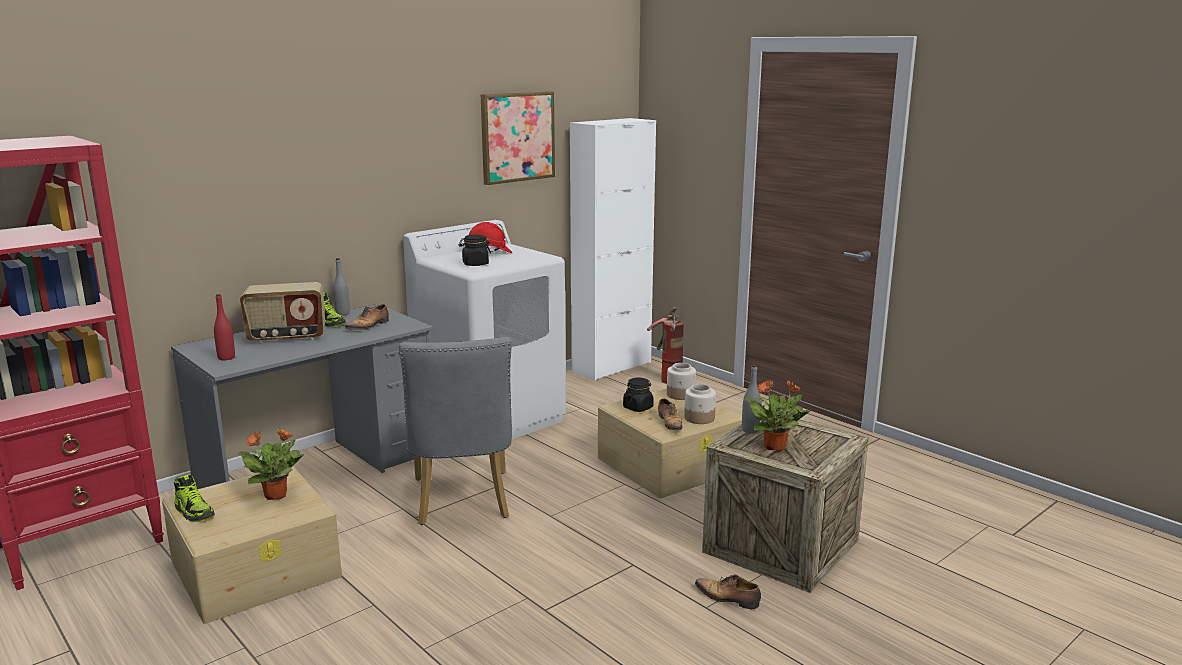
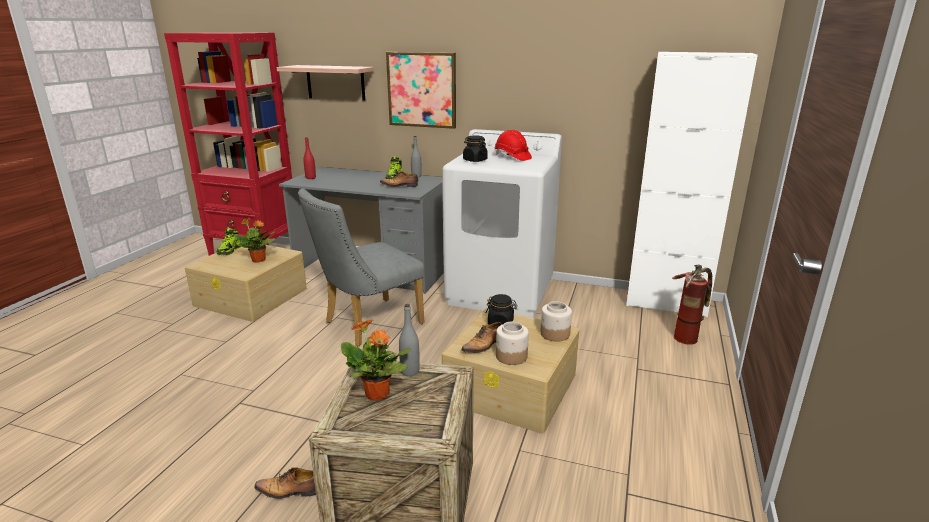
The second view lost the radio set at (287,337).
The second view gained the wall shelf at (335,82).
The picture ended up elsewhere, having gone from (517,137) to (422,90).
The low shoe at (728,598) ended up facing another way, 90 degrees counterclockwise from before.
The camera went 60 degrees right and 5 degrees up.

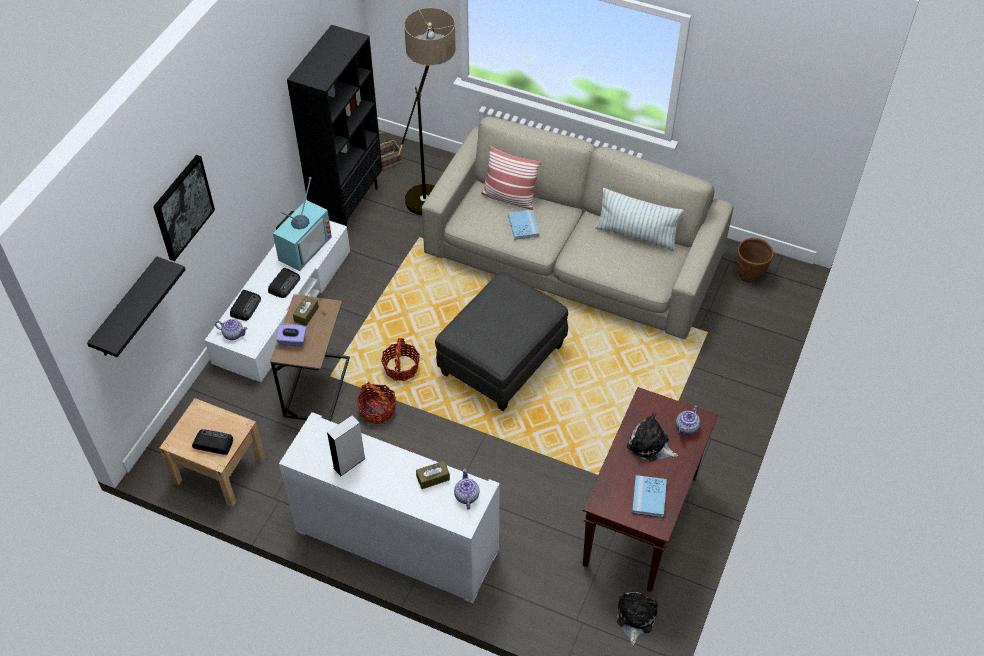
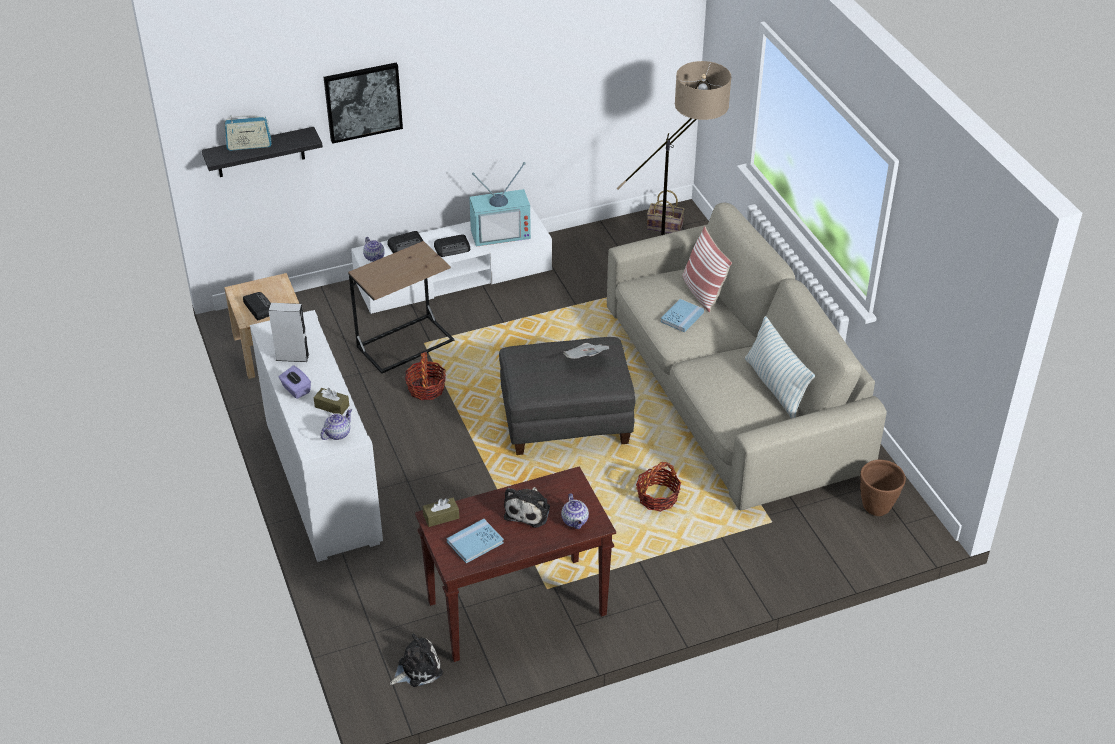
The second view lost the blackish bookcase at (347,204).
The second view gained the radio set at (249,146).
The second view gained the daily paper at (585,360).
The purple tissue box ended up elsewhere, having gone from (292,341) to (296,389).
The brown-coloured tissue box ended up elsewhere, having gone from (306,314) to (441,517).
The storage basket ended up elsewhere, having gone from (401,368) to (657,498).
The soft toy at (650,445) ended up facing another way, 150 degrees counterclockwise from before.
The tea pot at (686,428) ended up facing another way, 90 degrees counterclockwise from before.
The camera went 45 degrees right and 10 degrees down.

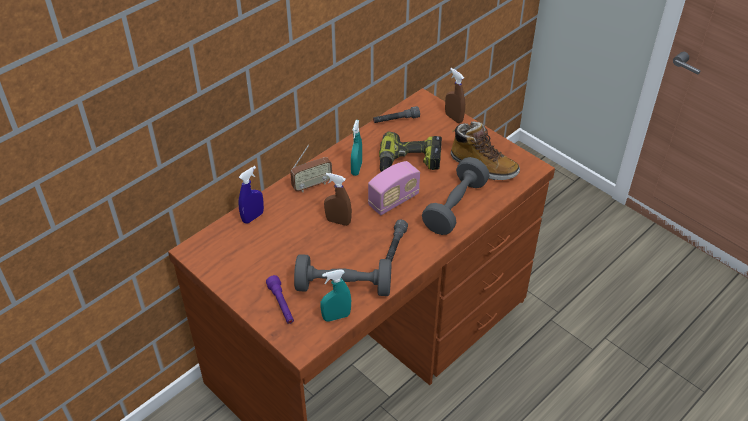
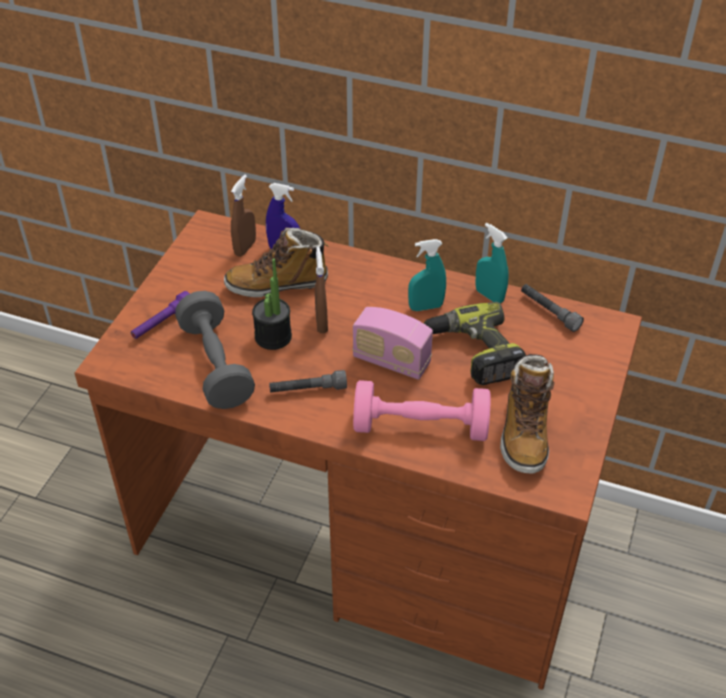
The second view lost the radio set at (312,185).
The second view gained the tall boot at (278,284).
The second view gained the potted plant at (273,337).
The turquoise sprayer ended up elsewhere, having gone from (336,316) to (489,296).
The brown-coloured sprayer ended up elsewhere, having gone from (453,118) to (245,248).
What was the grey dumbbell at (455,207) turned into the pink-coloured dumbbell at (420,427).
The camera went 65 degrees right and 0 degrees up.

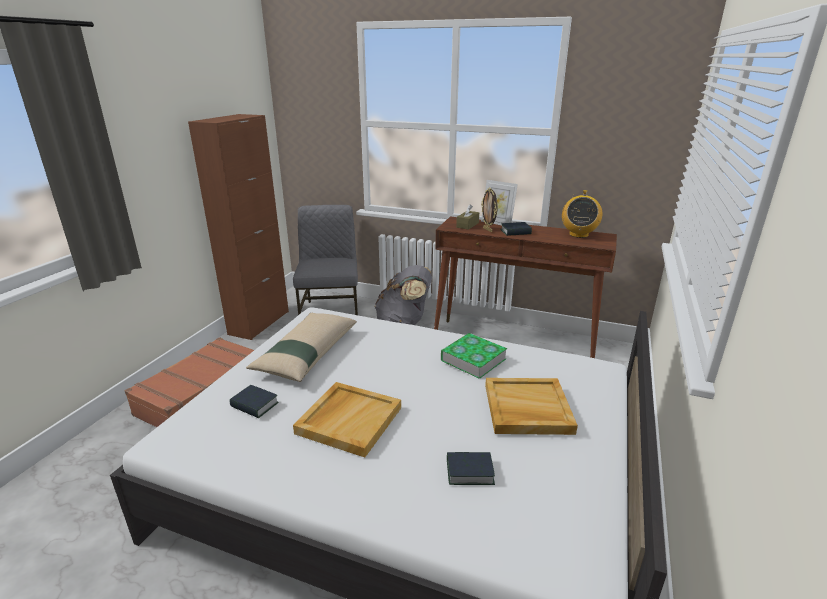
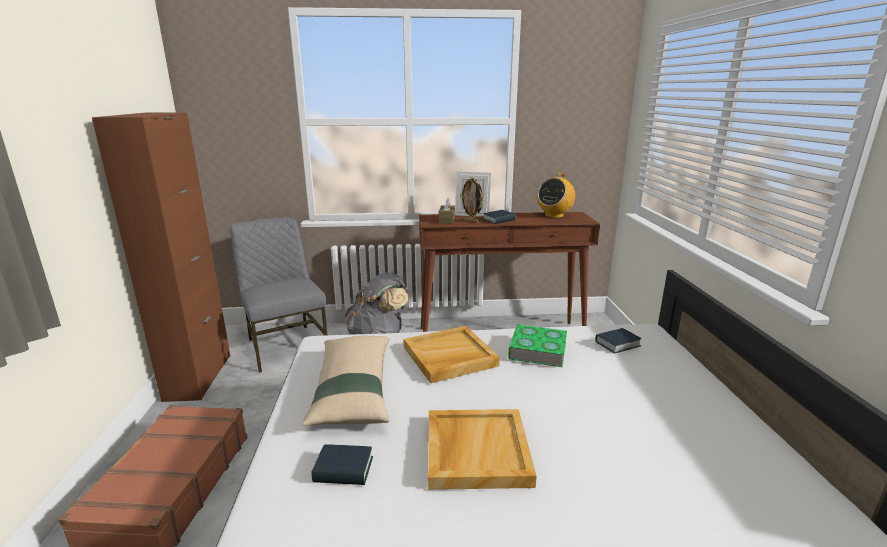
The book ended up elsewhere, having gone from (469,472) to (617,344).
The sand-coloured tray ended up elsewhere, having gone from (526,409) to (449,357).
The radio set at (578,234) ended up facing another way, 45 degrees clockwise from before.
The camera went 25 degrees left and 5 degrees down.

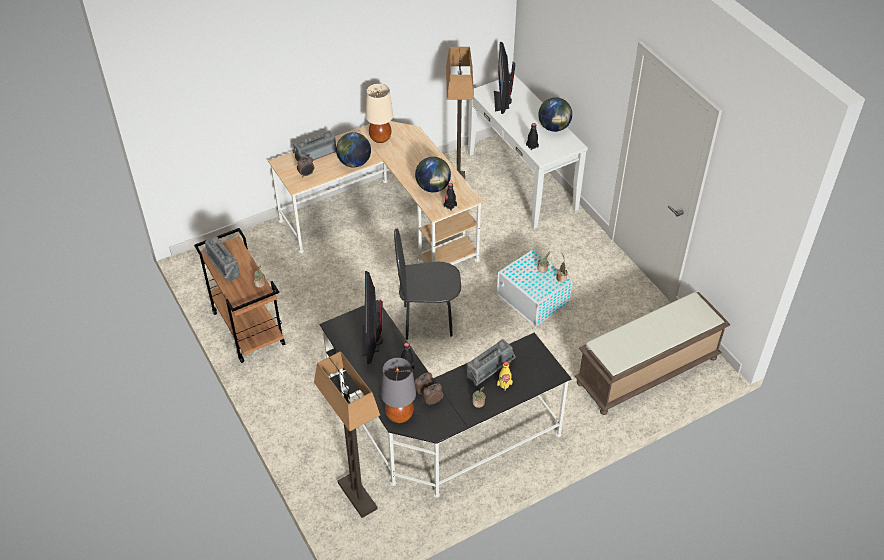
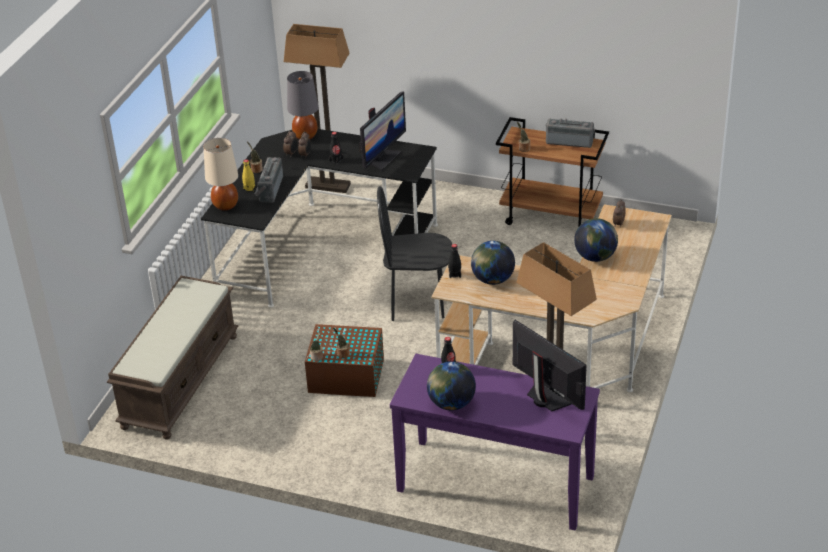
The second view lost the radio set at (315,154).
The sand-coloured tabletop lamp ended up elsewhere, having gone from (380,138) to (225,205).
What was the white-coloured hall table at (522,181) turned into the purple hall table at (495,484).
What was the white-coloured storage container at (533,299) turned into the brown-coloured storage container at (345,375).
The monitor at (372,340) ended up facing another way, 75 degrees clockwise from before.
The blackish upright chair at (427,321) ended up facing another way, 135 degrees counterclockwise from before.
The camera went 140 degrees right and 10 degrees down.

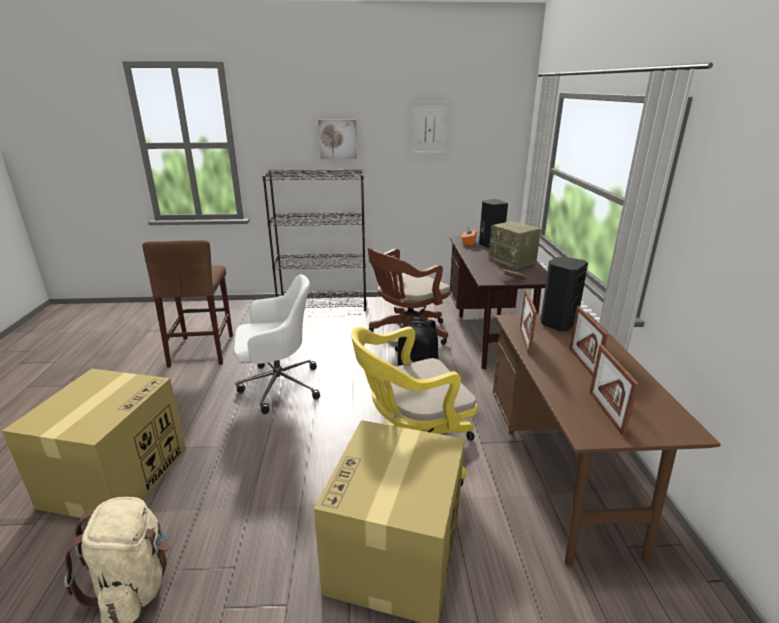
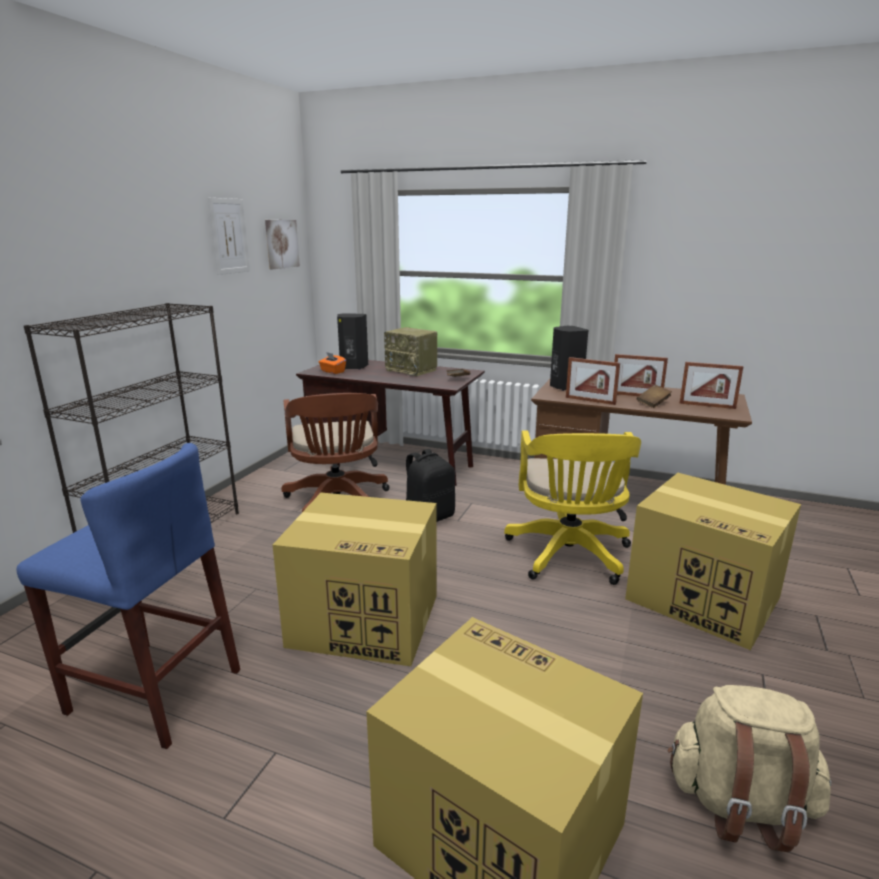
The second view gained the brown-coloured book at (653,403).
The picture ended up elsewhere, having gone from (338,139) to (281,244).
Where the white-coloured computer chair stood at (278,386), the carton came to stand at (367,620).
What was the brown-coloured sitting stool at (202,350) turned into the blue-coloured sitting stool at (154,691).
The radio set at (513,261) ended up facing another way, 45 degrees clockwise from before.
The camera went 65 degrees left and 5 degrees down.

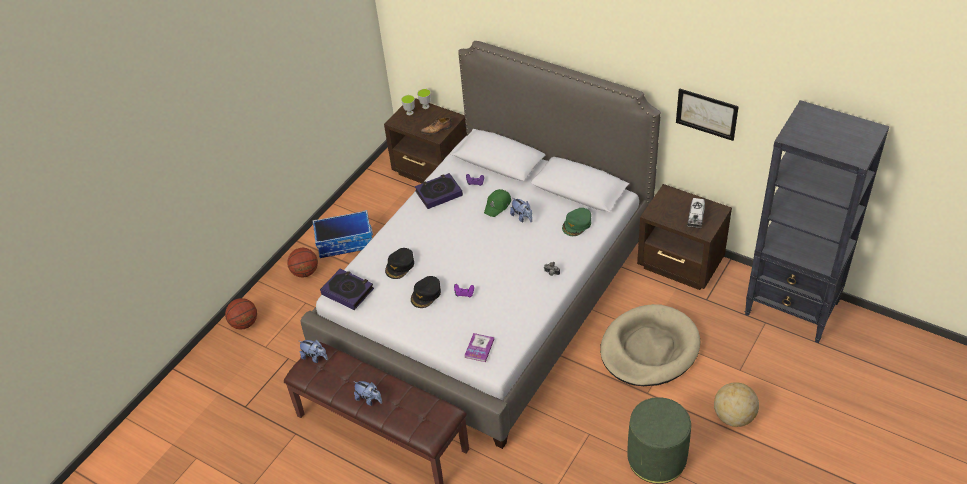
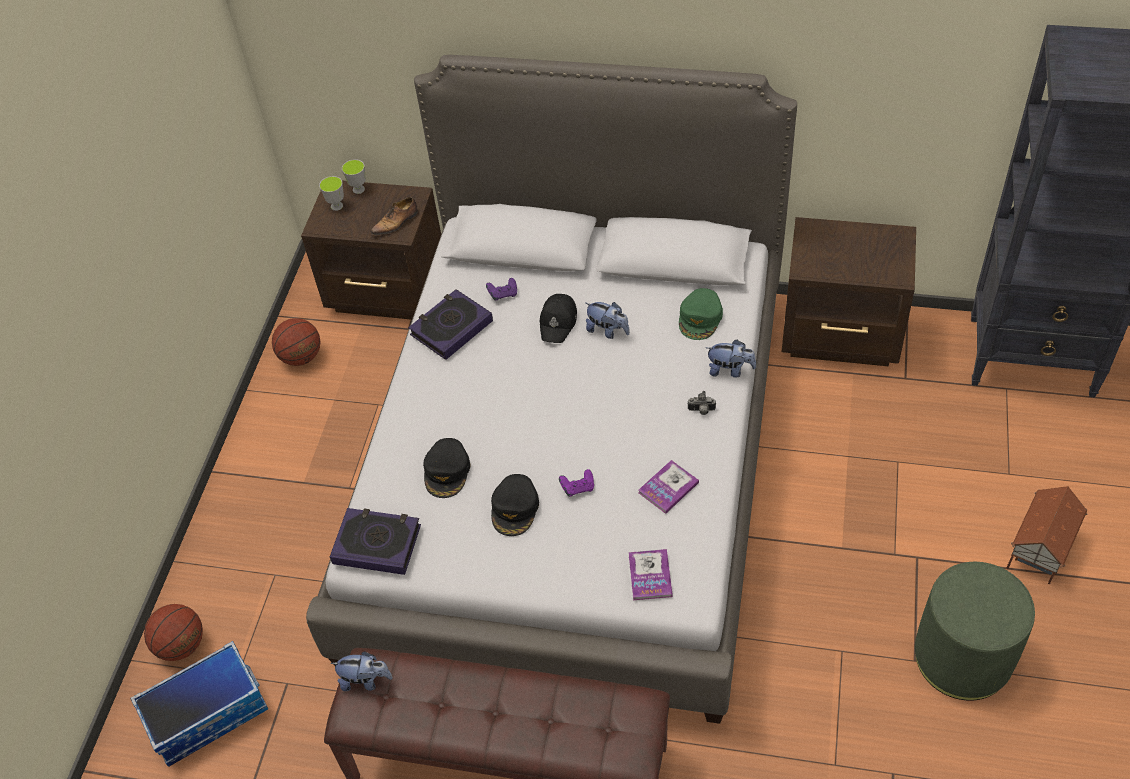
The second view lost the sand-coloured dog bed at (649,349).
The second view lost the picture at (706,114).
The second view lost the toy truck at (695,217).
The second view gained the book at (668,487).
The basketball ball ended up elsewhere, having gone from (305,272) to (301,357).
The storage container ended up elsewhere, having gone from (345,242) to (208,713).
The soft toy ended up elsewhere, having gone from (369,399) to (730,370).
Where the desk globe stood at (733,416), the toy house came to stand at (1038,550).
What was the green baseball cap at (497,205) turned into the blackish baseball cap at (558,322).
The camera went 20 degrees left and 5 degrees up.

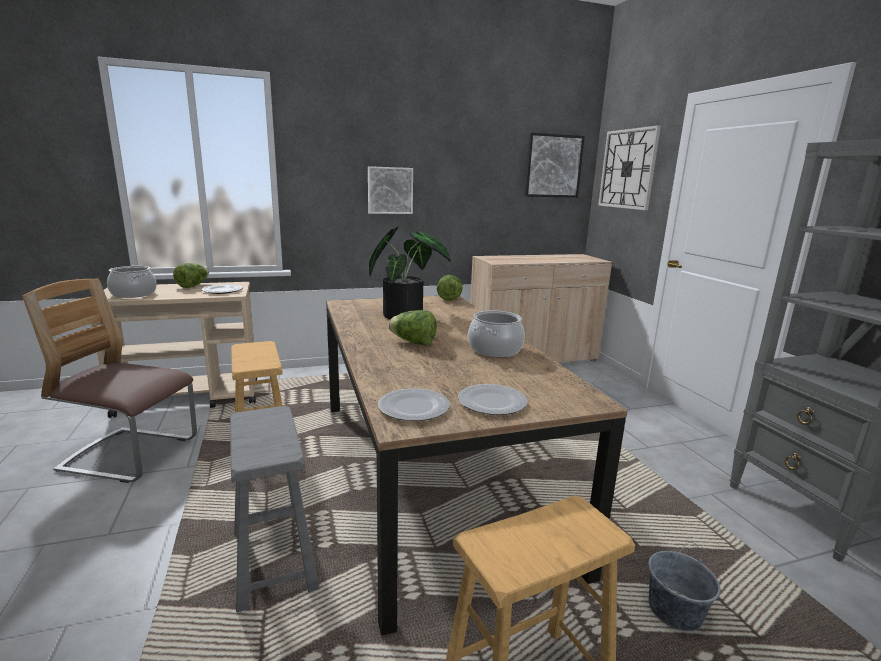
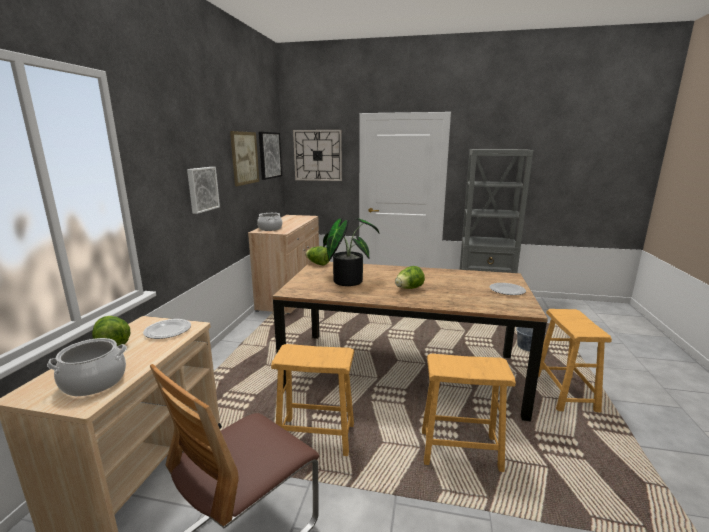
The second view lost the plate at (413,408).
The second view gained the picture at (245,158).
The cooking pot ended up elsewhere, having gone from (495,349) to (270,229).
What was the grey sitting stool at (273,560) turned into the brown-coloured sitting stool at (460,450).
The camera went 60 degrees left and 0 degrees up.

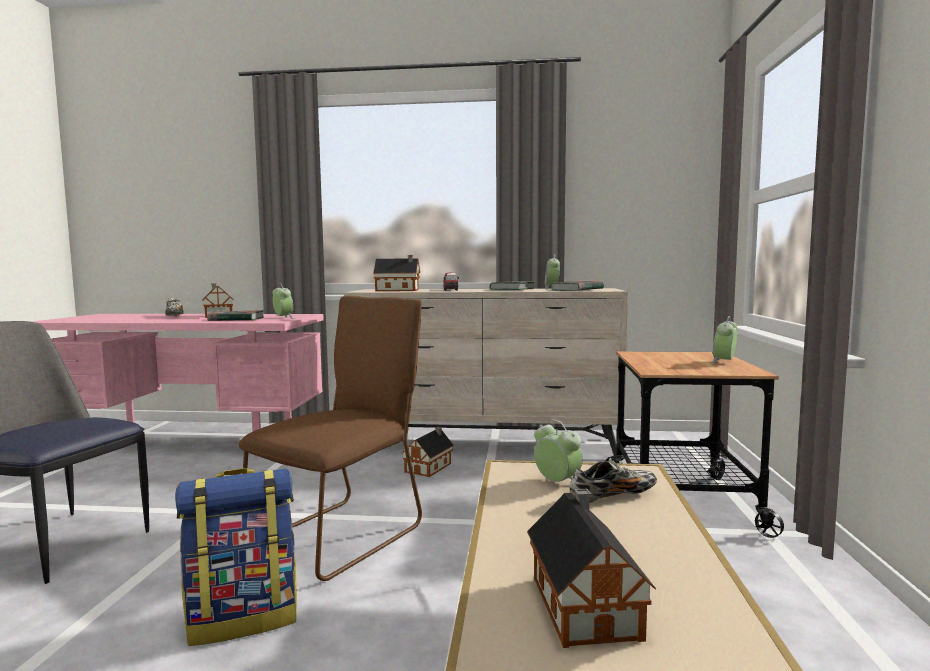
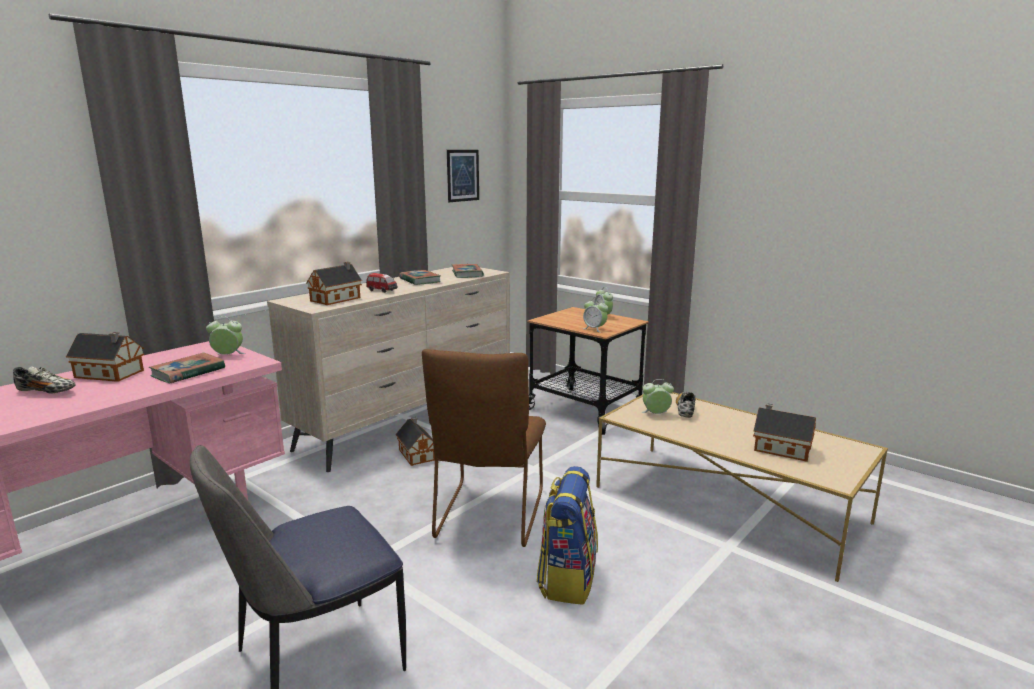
The second view gained the picture at (463,175).
The table clock ended up elsewhere, having gone from (552,288) to (594,329).
The brown-coloured upright chair at (342,534) ended up facing another way, 150 degrees counterclockwise from before.
The camera went 55 degrees left and 10 degrees up.

